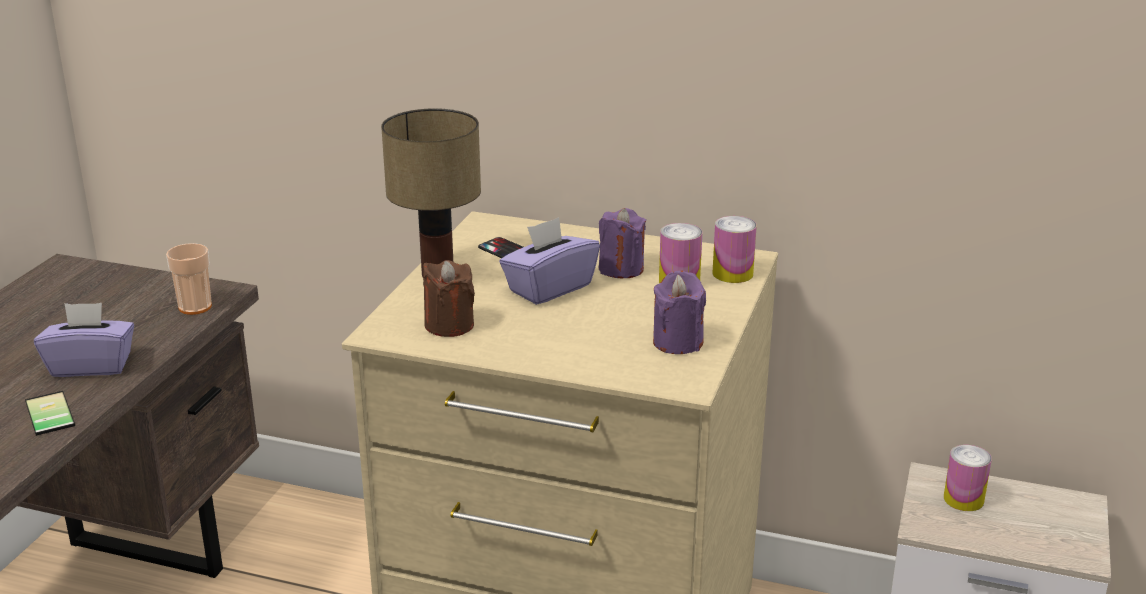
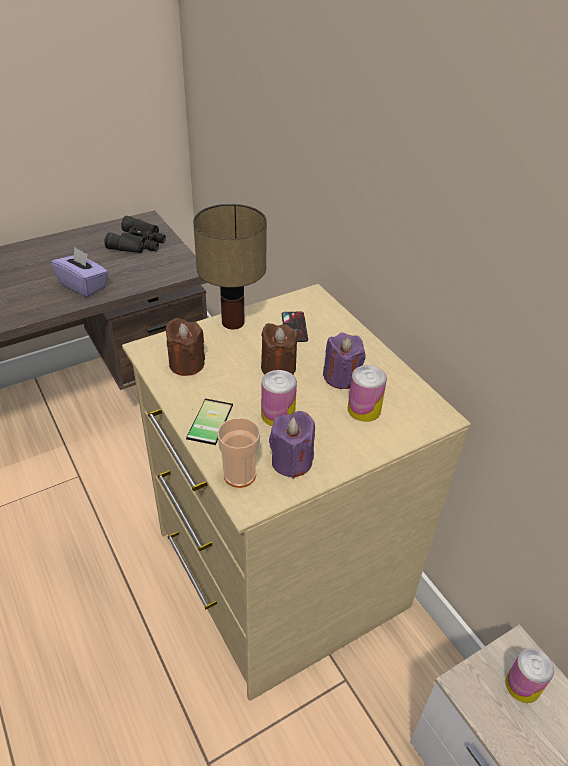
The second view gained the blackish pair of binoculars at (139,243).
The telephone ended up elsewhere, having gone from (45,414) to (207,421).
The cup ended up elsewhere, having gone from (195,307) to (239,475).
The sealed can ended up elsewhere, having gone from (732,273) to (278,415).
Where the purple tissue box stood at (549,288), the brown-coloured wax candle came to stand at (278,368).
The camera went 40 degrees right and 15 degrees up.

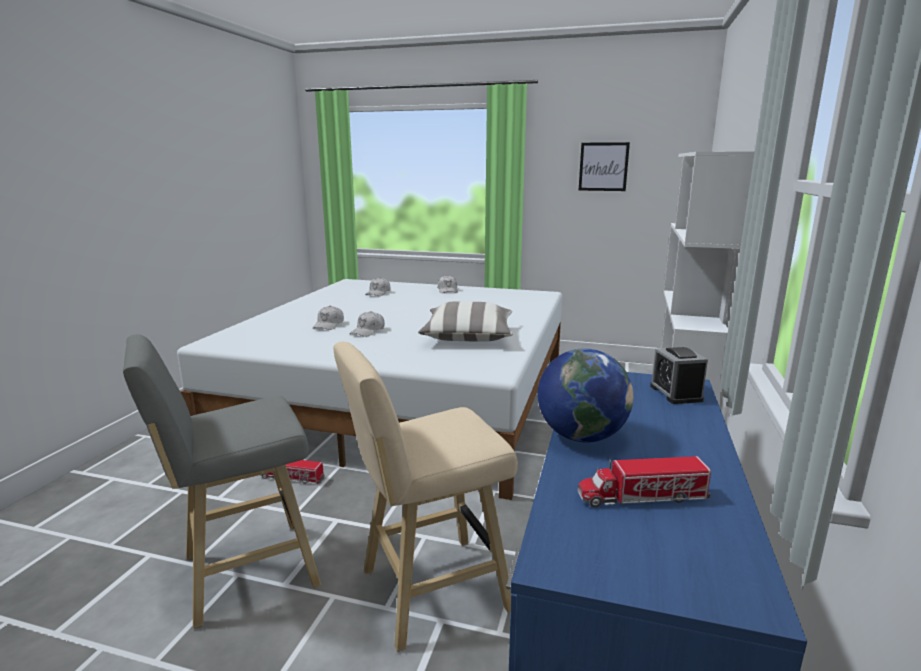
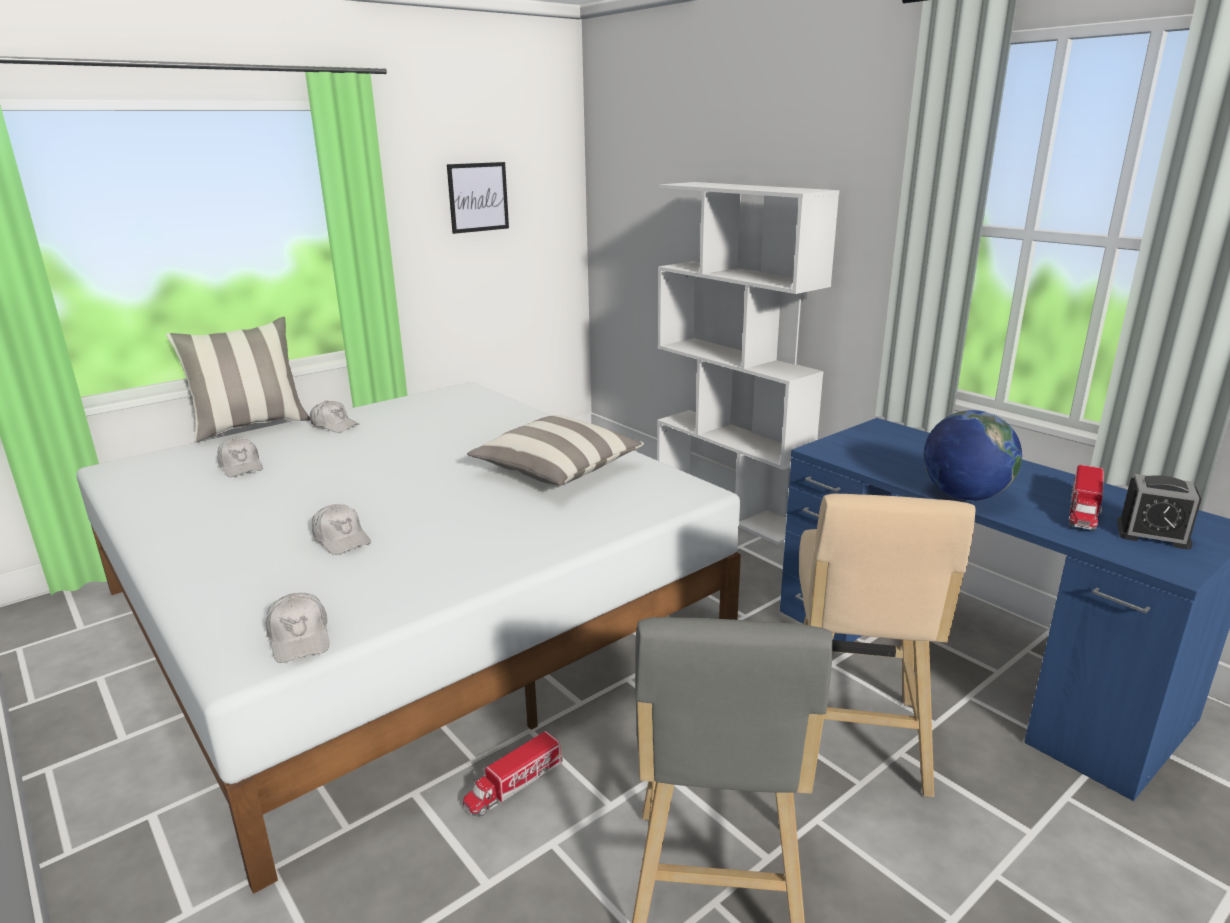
The second view gained the cushion at (251,426).
The white-coloured baseball cap ended up elsewhere, having gone from (368,331) to (300,637).
The table clock ended up elsewhere, having gone from (676,393) to (1152,534).
The camera went 55 degrees left and 5 degrees up.

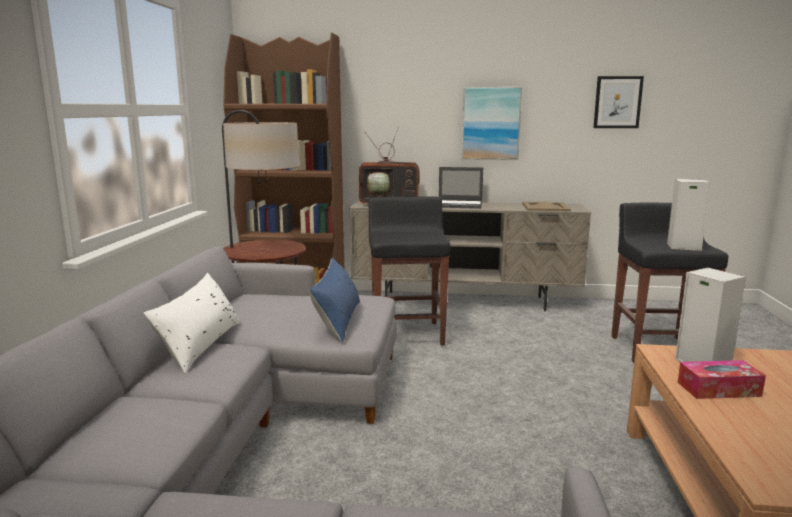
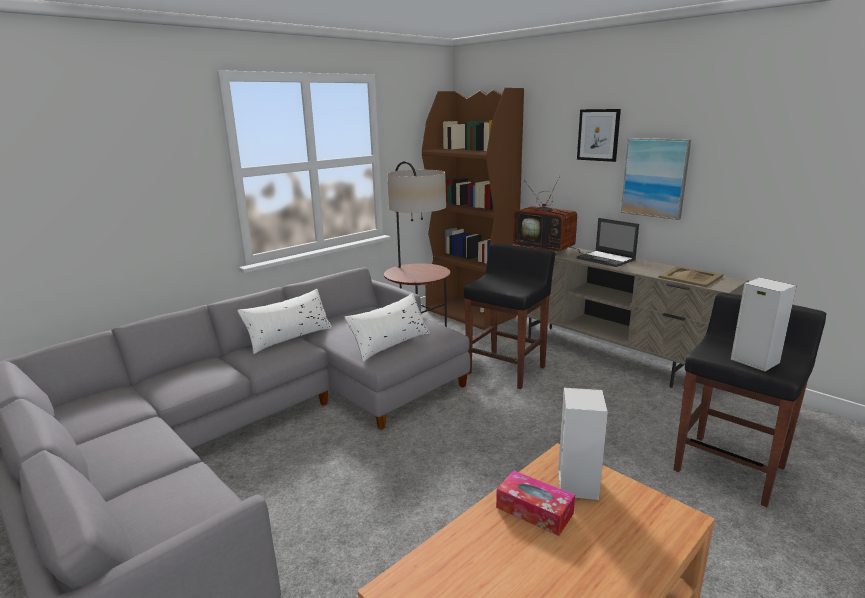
The picture ended up elsewhere, having gone from (617,102) to (598,135).
What was the blue-coloured cushion at (337,320) turned into the white-coloured cushion at (390,343).
The camera went 40 degrees right and 5 degrees up.

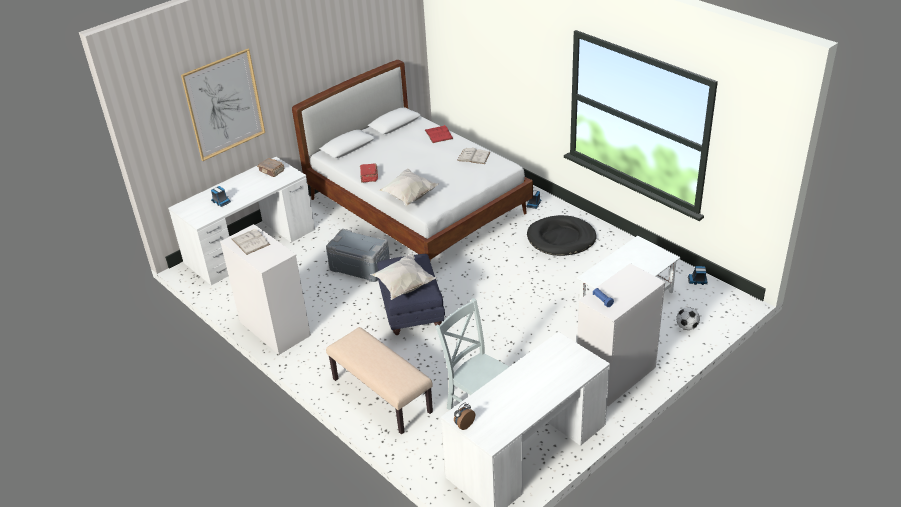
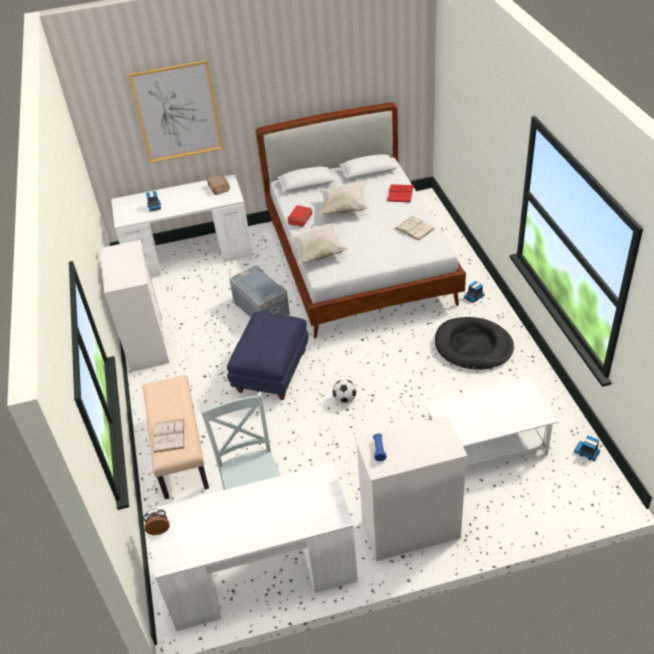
The white-coloured book ended up elsewhere, having gone from (250,241) to (169,435).
The white-coloured cushion ended up elsewhere, having gone from (404,286) to (343,209).
The ball for football ended up elsewhere, having gone from (686,327) to (345,399).
The camera went 30 degrees right and 5 degrees up.

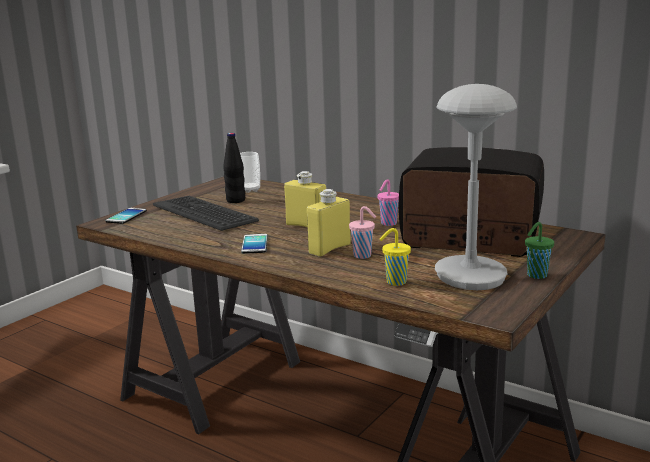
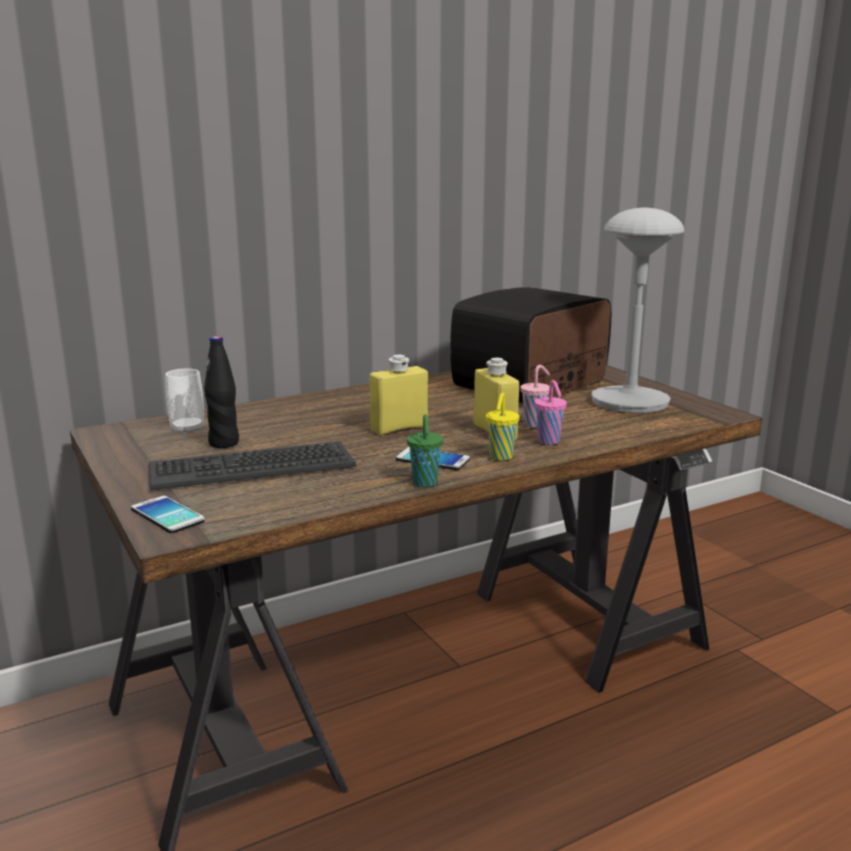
The pink-coloured cup ended up elsewhere, having gone from (388,224) to (549,442).
The yellow cup ended up elsewhere, having gone from (395,282) to (500,457).
The green cup ended up elsewhere, having gone from (536,276) to (425,483).
The camera went 65 degrees left and 0 degrees up.

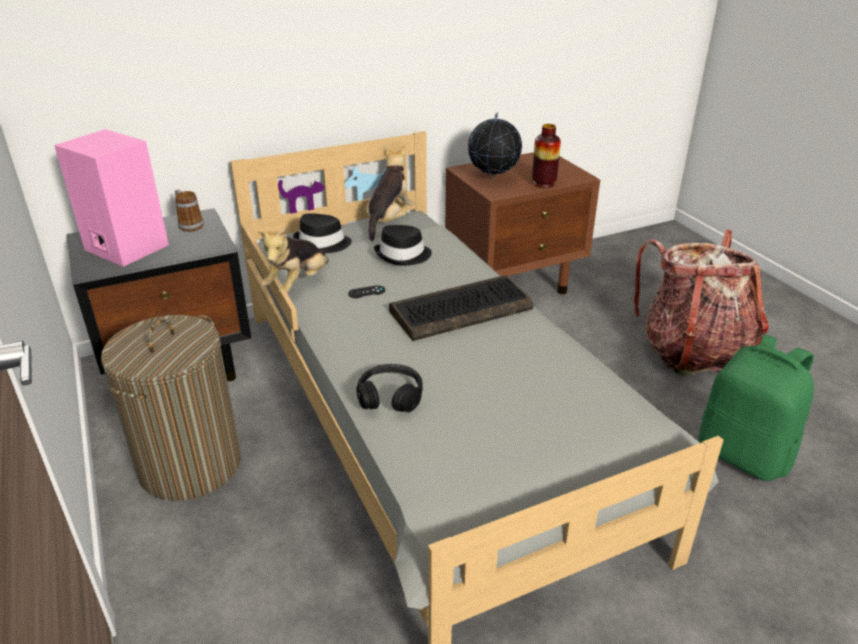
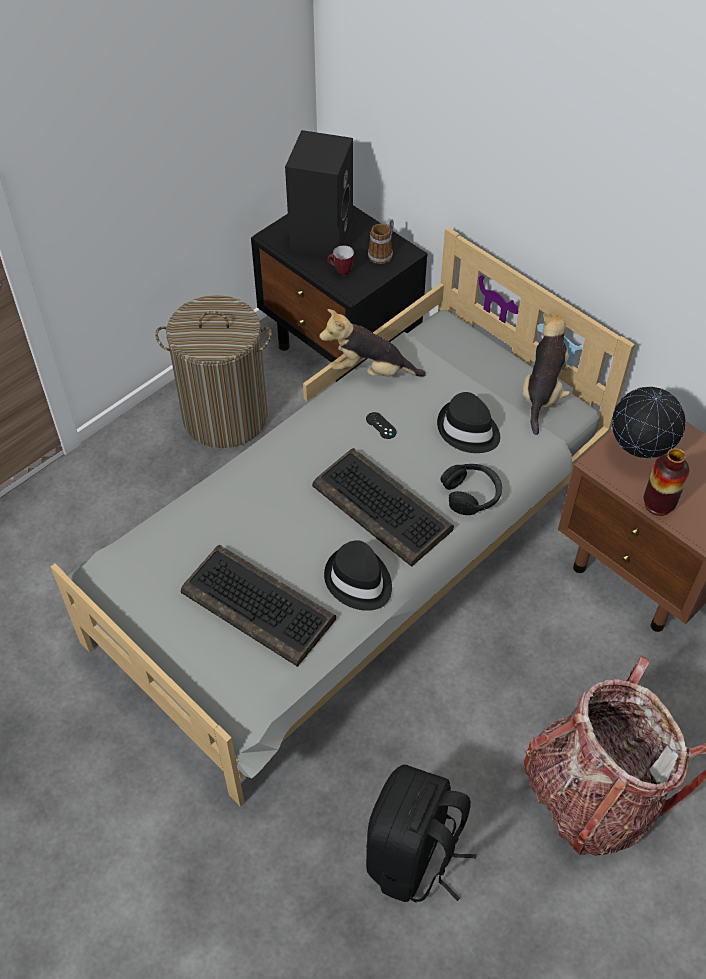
The second view gained the PC keyboard at (260,606).
The second view gained the mug at (340,271).
The blackish hat ended up elsewhere, having gone from (322,244) to (358,581).
The blackish headphones ended up elsewhere, having gone from (390,397) to (471,494).
What was the pink-coloured loudspeaker at (124,247) turned into the blackish loudspeaker at (320,234).
What was the green rucksack at (744,454) turned into the blackish rucksack at (414,856).
The soft toy at (389,221) ended up facing another way, 75 degrees counterclockwise from before.
The camera went 70 degrees right and 20 degrees up.

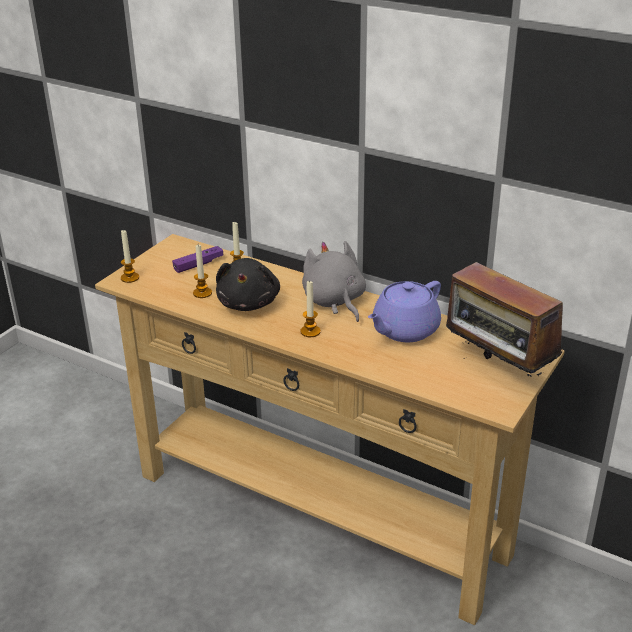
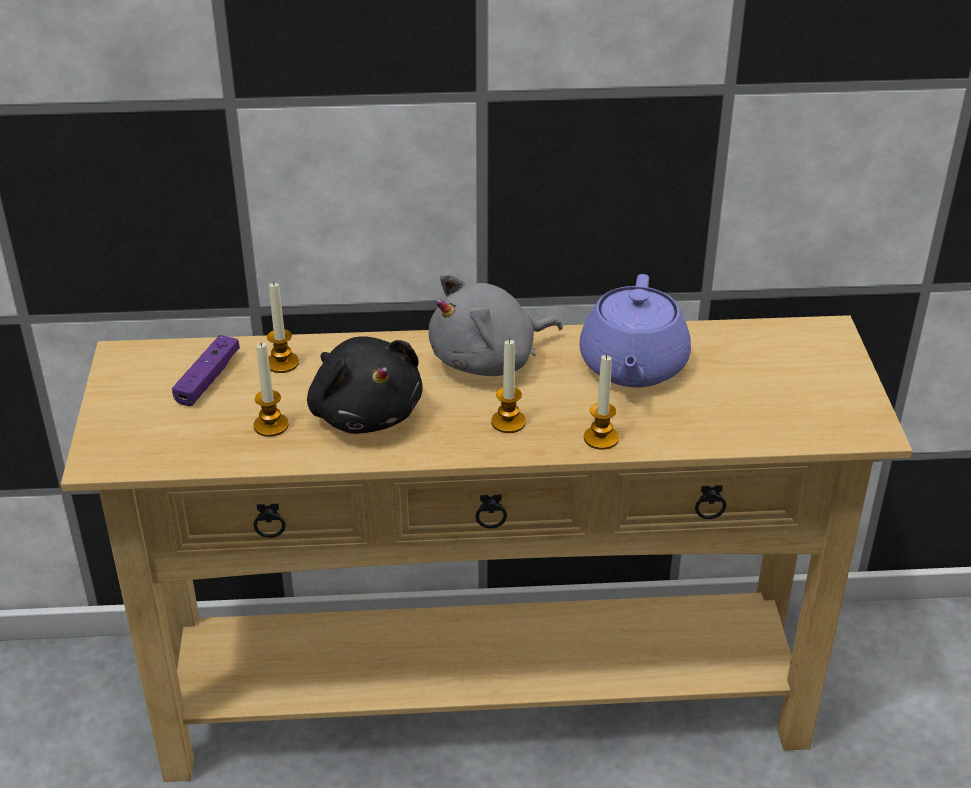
The second view lost the radio set at (496,370).
The wax candle ended up elsewhere, having gone from (130,278) to (601,438).
The grey soft toy at (334,301) ended up facing another way, 60 degrees counterclockwise from before.
The camera went 35 degrees left and 5 degrees up.

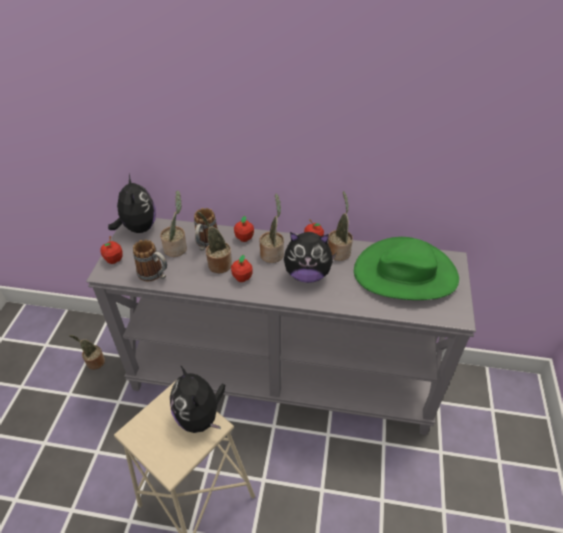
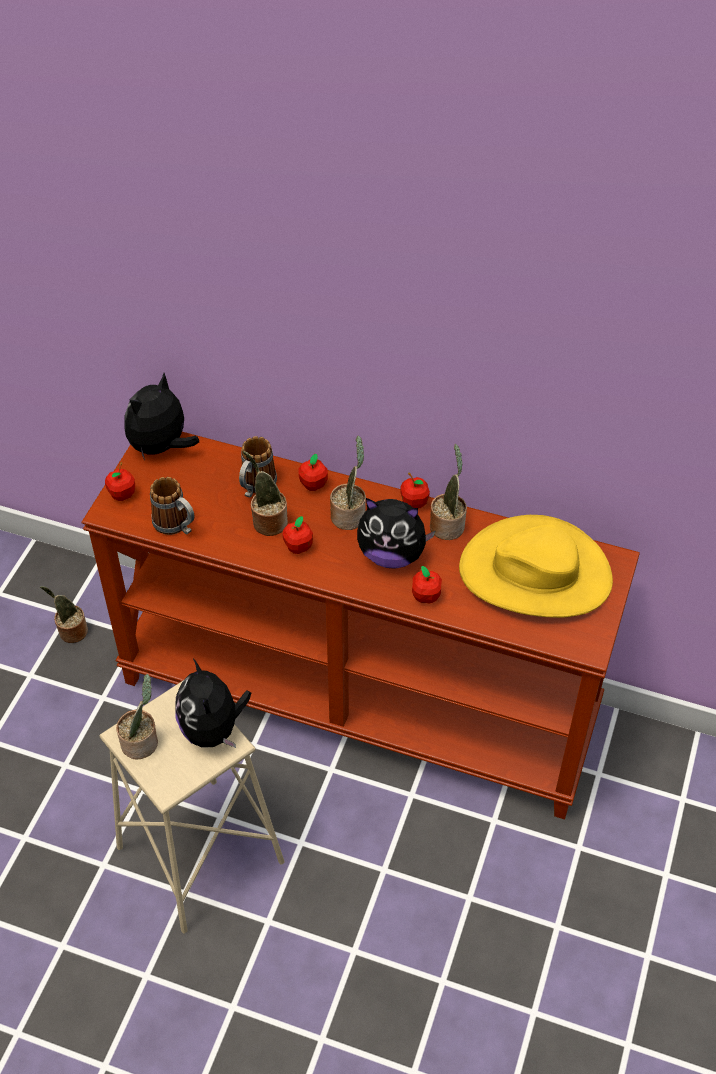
The second view gained the apple at (426,596).
The potted plant ended up elsewhere, having gone from (177,248) to (142,742).
What was the grey hall table at (282,376) turned into the brown-coloured hall table at (360,696).
What was the green hat at (405,273) turned into the yellow hat at (535,573).
The soft toy at (138,228) ended up facing another way, 135 degrees counterclockwise from before.
The camera went 10 degrees right and 5 degrees up.

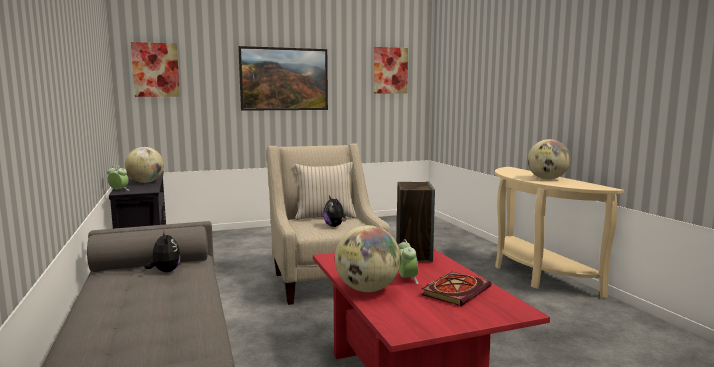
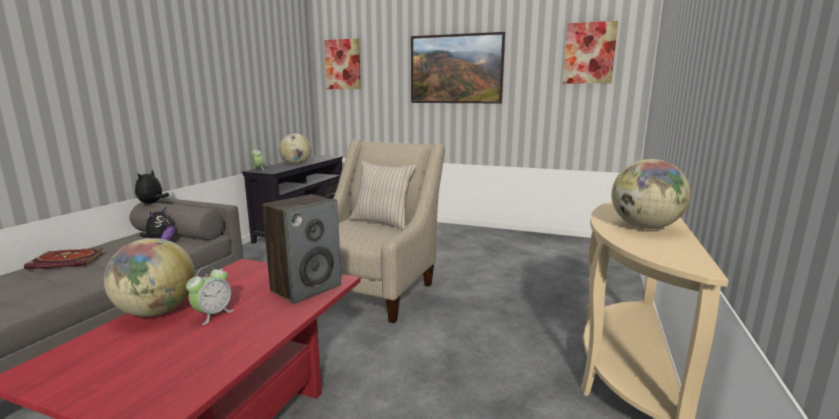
The soft toy ended up elsewhere, having gone from (335,226) to (152,203).
The book ended up elsewhere, having gone from (456,290) to (69,261).
The camera went 40 degrees right and 5 degrees up.

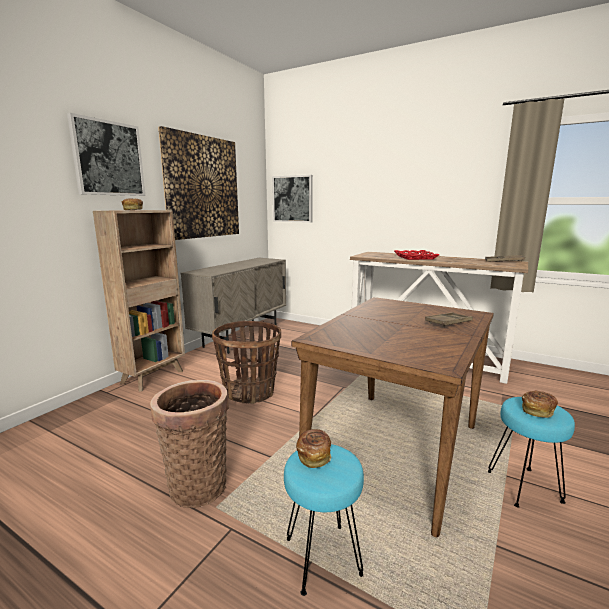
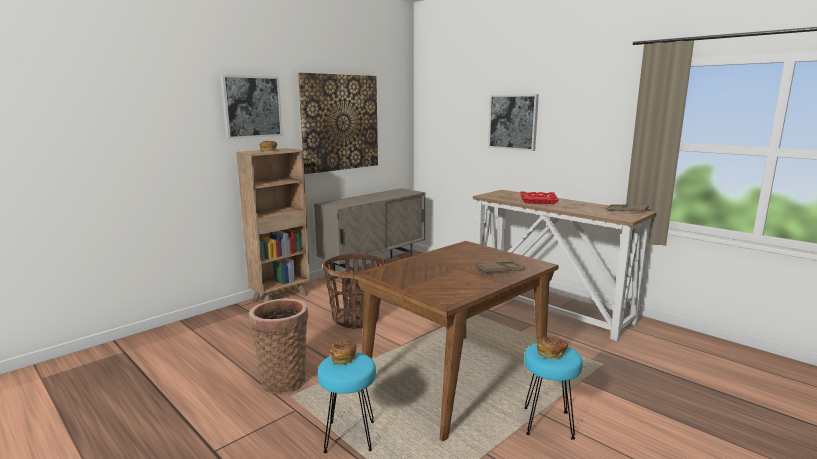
The picture ended up elsewhere, having gone from (293,199) to (513,122).
The camera went 15 degrees right and 0 degrees up.

